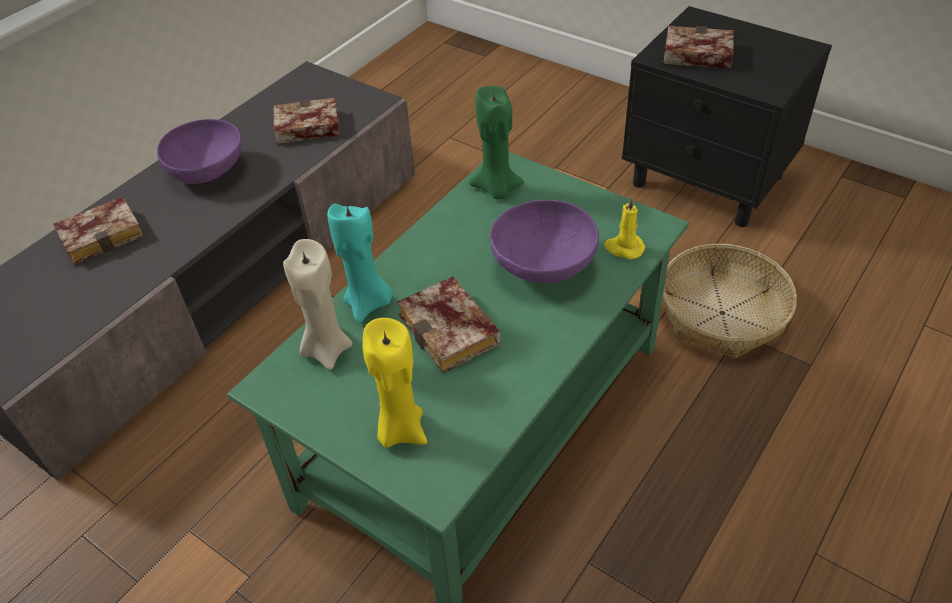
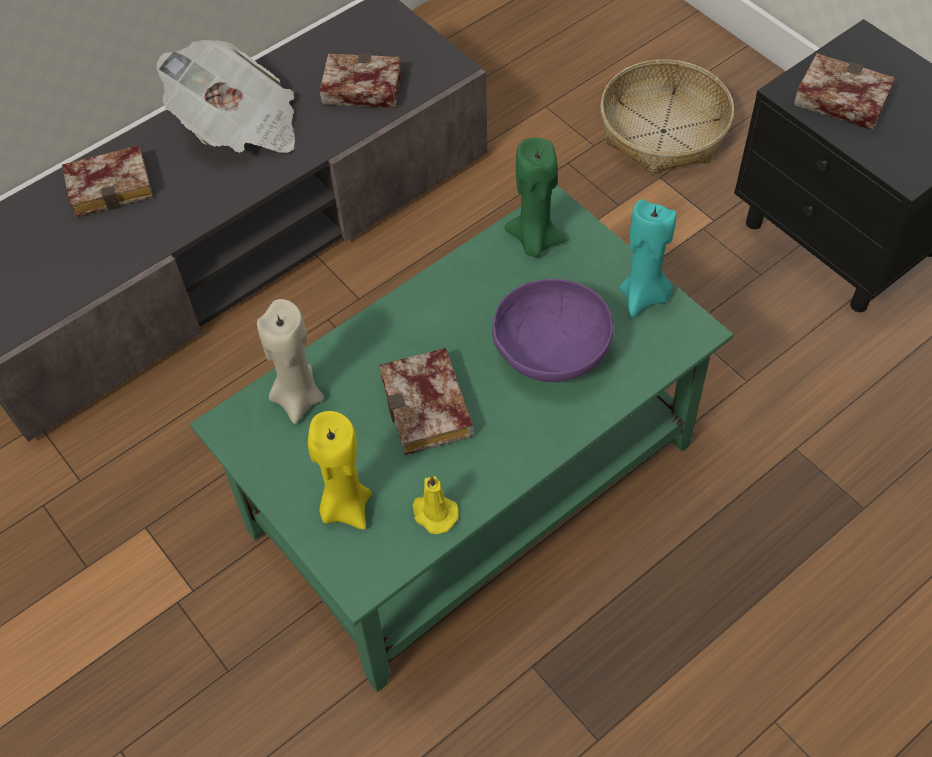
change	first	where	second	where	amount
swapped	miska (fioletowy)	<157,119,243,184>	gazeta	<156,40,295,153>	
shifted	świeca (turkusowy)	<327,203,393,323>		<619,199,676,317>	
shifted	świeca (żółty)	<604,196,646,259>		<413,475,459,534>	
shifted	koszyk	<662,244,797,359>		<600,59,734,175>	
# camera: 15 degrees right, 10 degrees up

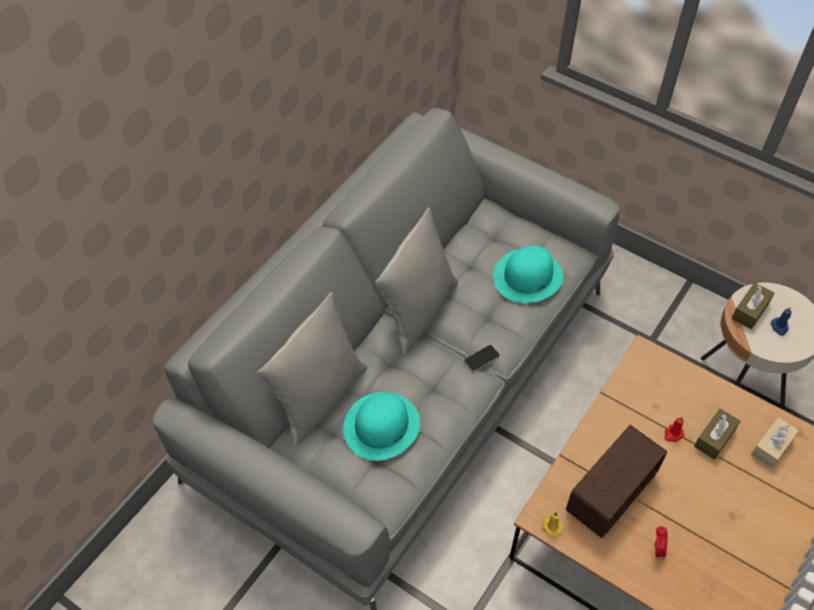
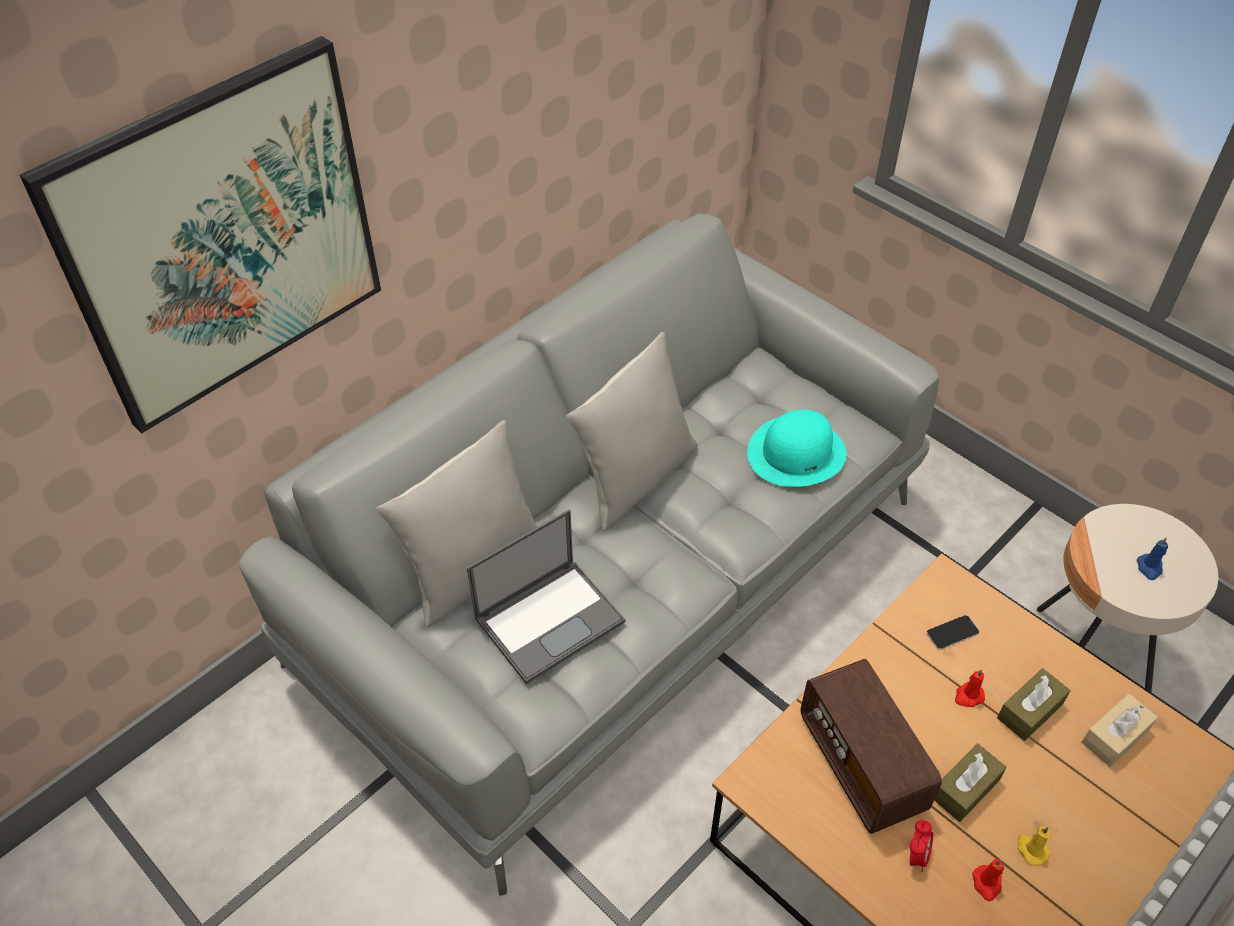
change	first	where	second	where	amount
swapped	kapelusz (turkusowy)	<343,392,420,461>	laptop	<467,509,625,684>	
shifted	telefon	<464,345,500,372>		<926,615,979,650>	
shifted	świeca (żółty)	<542,512,563,537>		<1018,826,1050,866>	
rotated	radio	<566,425,668,538>		<801,659,942,834>	105 degrees clockwise
shifted	pudełko chusteczek (brązowy)	<732,282,774,329>		<934,743,1007,822>	
new			obraz	<20,36,381,434>	
new			świeca (czerwony)	<972,858,1004,901>	
# camera: 10 degrees right, 5 degrees down

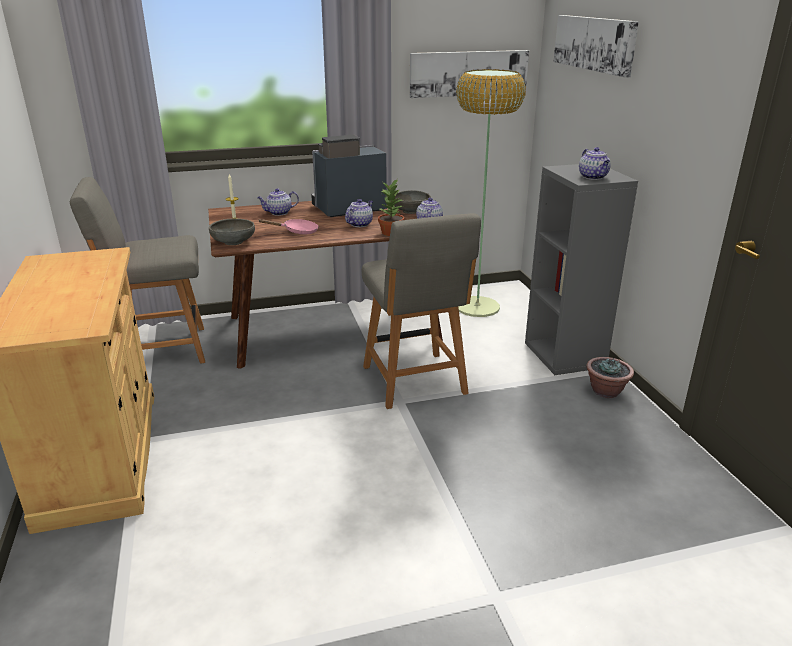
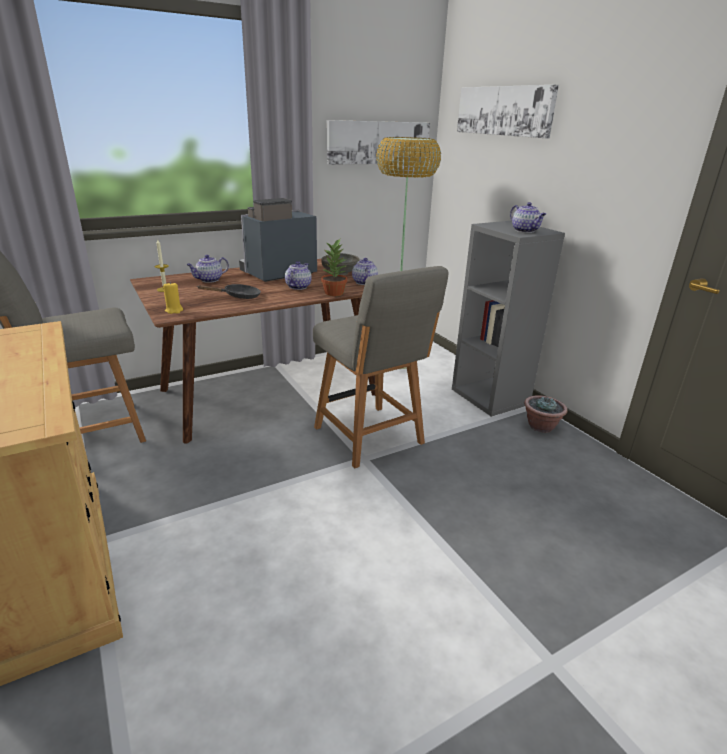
change	first	where	second	where	amount
swapped	miska (szary)	<209,218,255,245>	świeca (żółty)	<163,282,183,314>	
repainted	patelnia (różowy)	<259,219,319,234>	patelnia (czarny)	<198,284,261,299>	
# camera: 15 degrees left, 0 degrees up

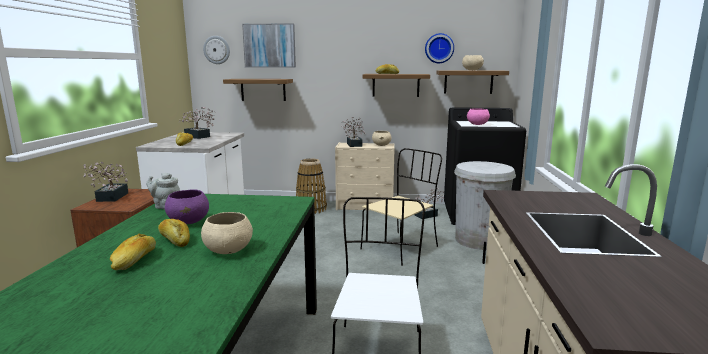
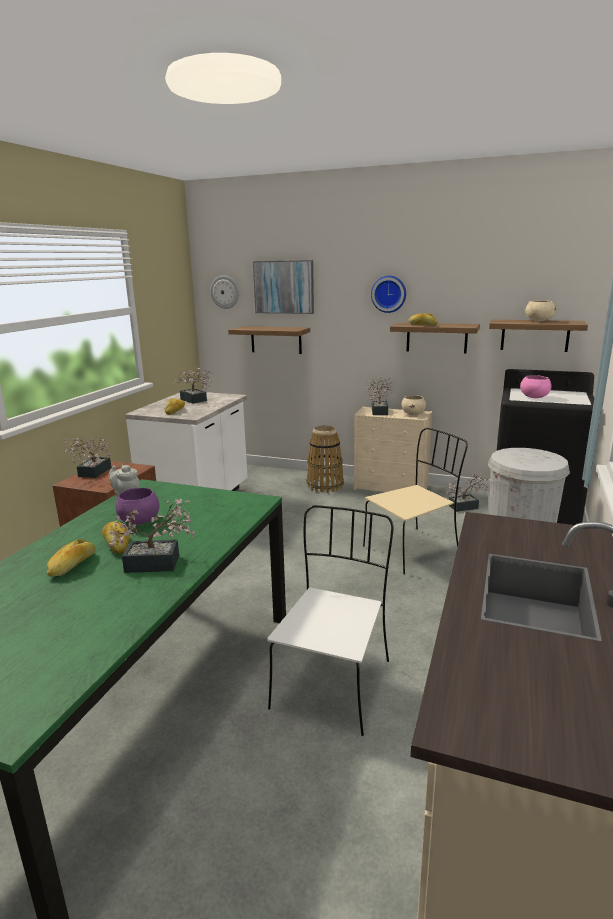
change	first	where	second	where	amount
swapped	miska (beżowy)	<201,212,253,254>	roślina doniczkowa	<109,499,195,573>	
shifted	zegar ścienny	<425,33,454,63>		<371,276,406,313>	
# camera: 15 degrees right, 5 degrees up

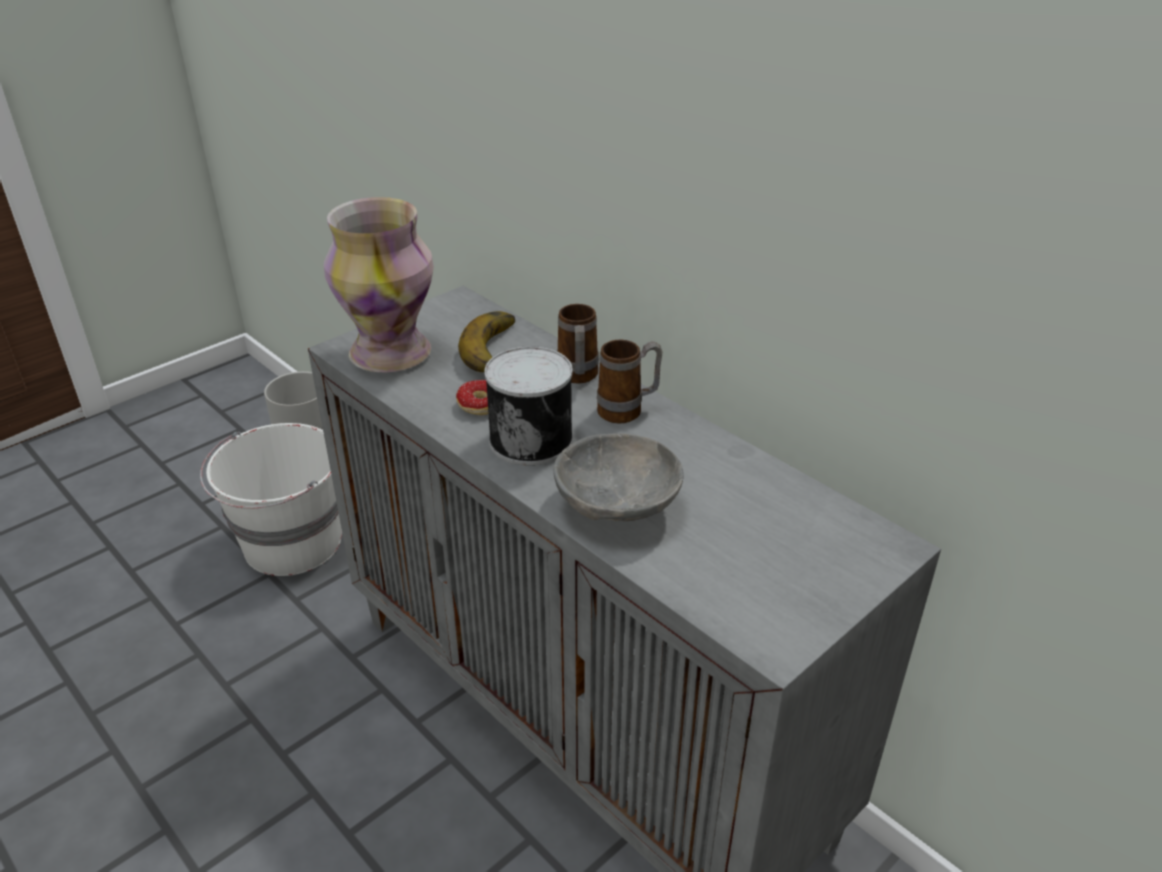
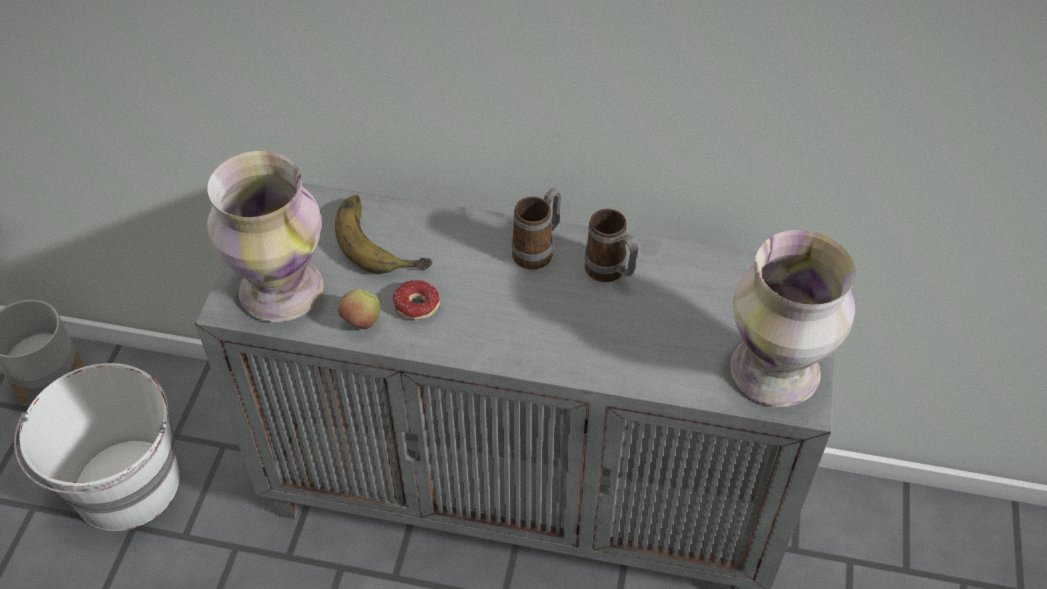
change	first	where	second	where	amount
gone	puszka	<484,346,573,466>			
gone	miska (szary)	<553,433,684,521>			
shifted	kubek	<557,304,599,383>		<585,209,638,282>	
new			jabłko	<338,289,380,329>	
new			wazon	<730,230,855,407>	
# camera: 35 degrees left, 15 degrees up

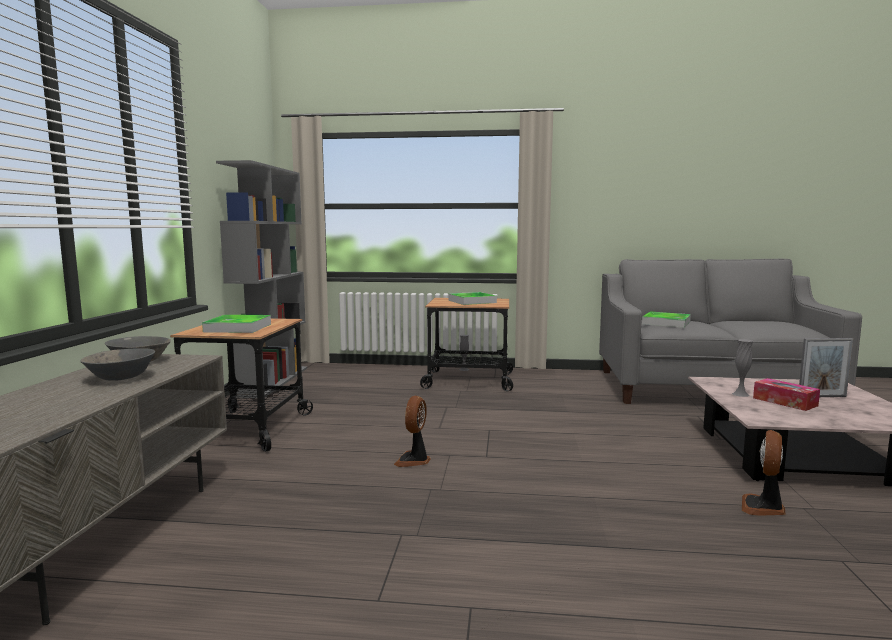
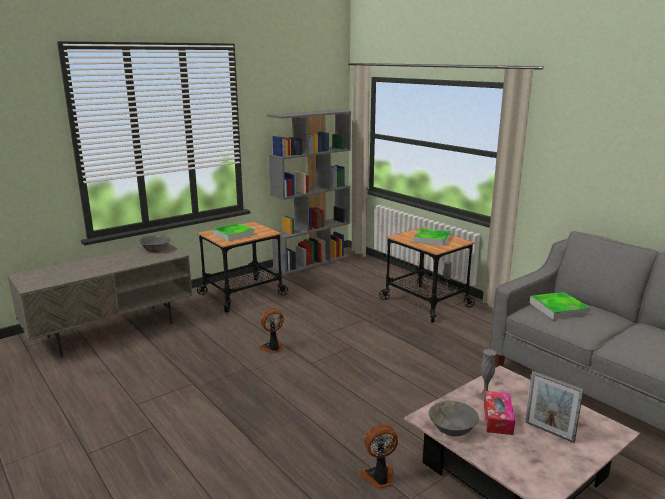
change	first	where	second	where	amount
shifted	miska (szary)	<80,348,155,381>		<428,400,479,436>	
# camera: 45 degrees right, 10 degrees up

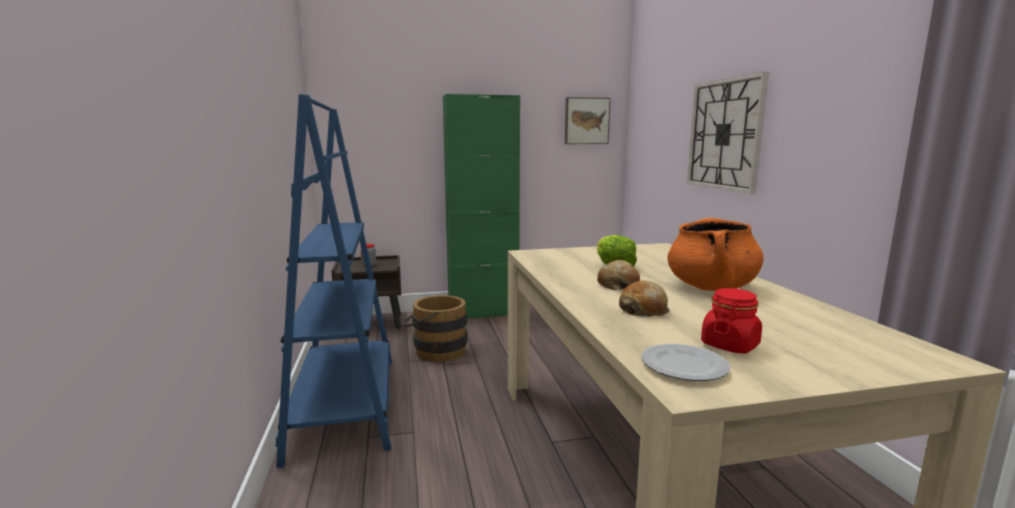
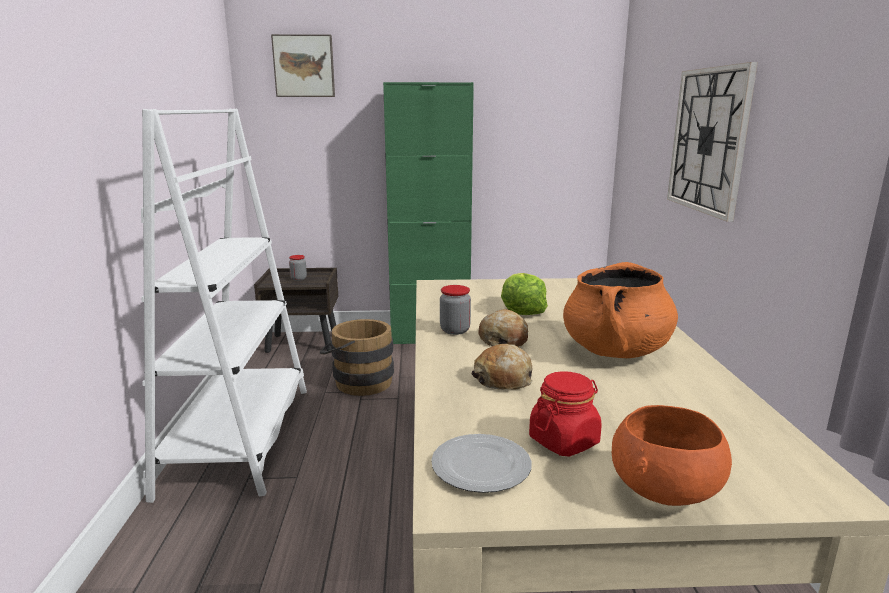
change	first	where	second	where	amount
repainted	regał (niebieski)	<276,94,392,468>	regał (biały)	<141,109,307,503>	
shifted	obraz	<565,97,611,144>		<271,34,335,97>	
new			słoik	<440,285,471,335>	
new			miska (pomarańczowy)	<612,405,732,506>	
# camera: 10 degrees right, 5 degrees up

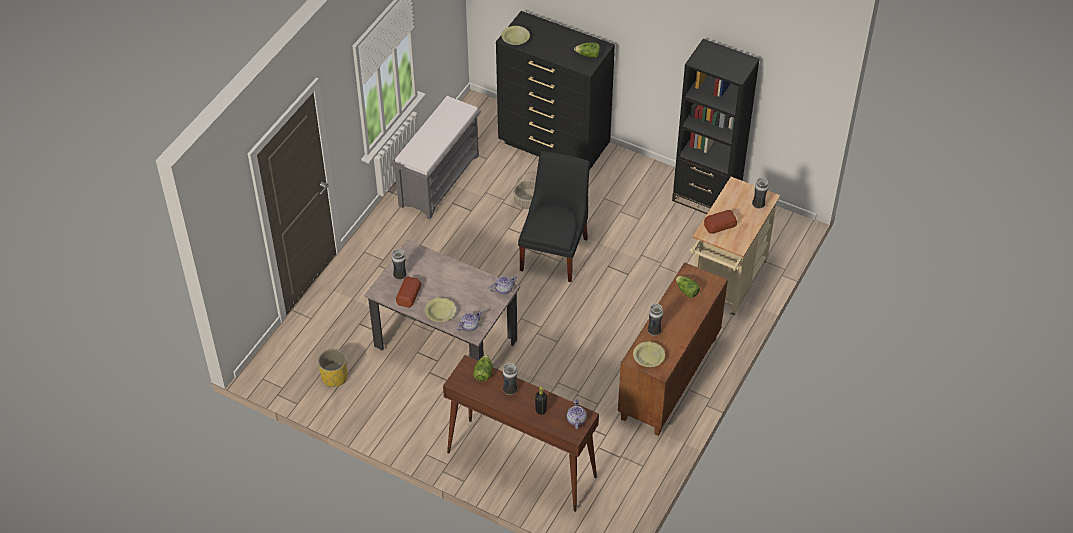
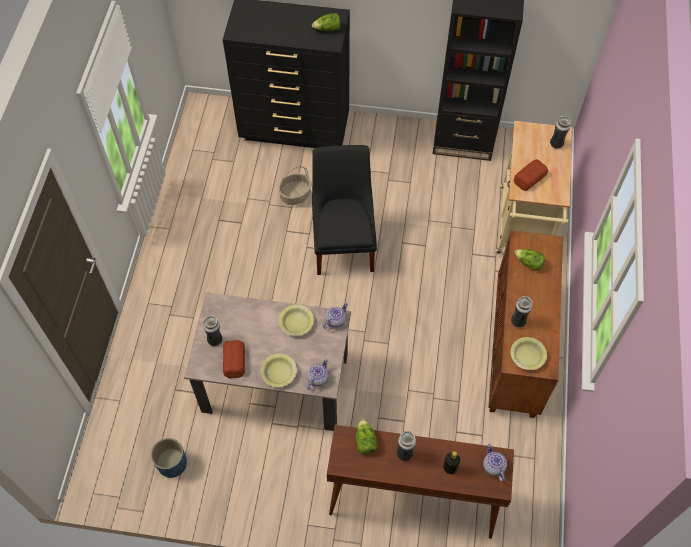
change	first	where	second	where	amount
repainted	donica (żółty)	<318,349,348,387>	donica (niebieski)	<151,438,187,478>	
gone	ławka (szary)	<392,95,481,219>			
shifted	miska (żółty)	<501,26,530,45>		<279,305,314,336>	
# camera: 20 degrees left, 10 degrees up

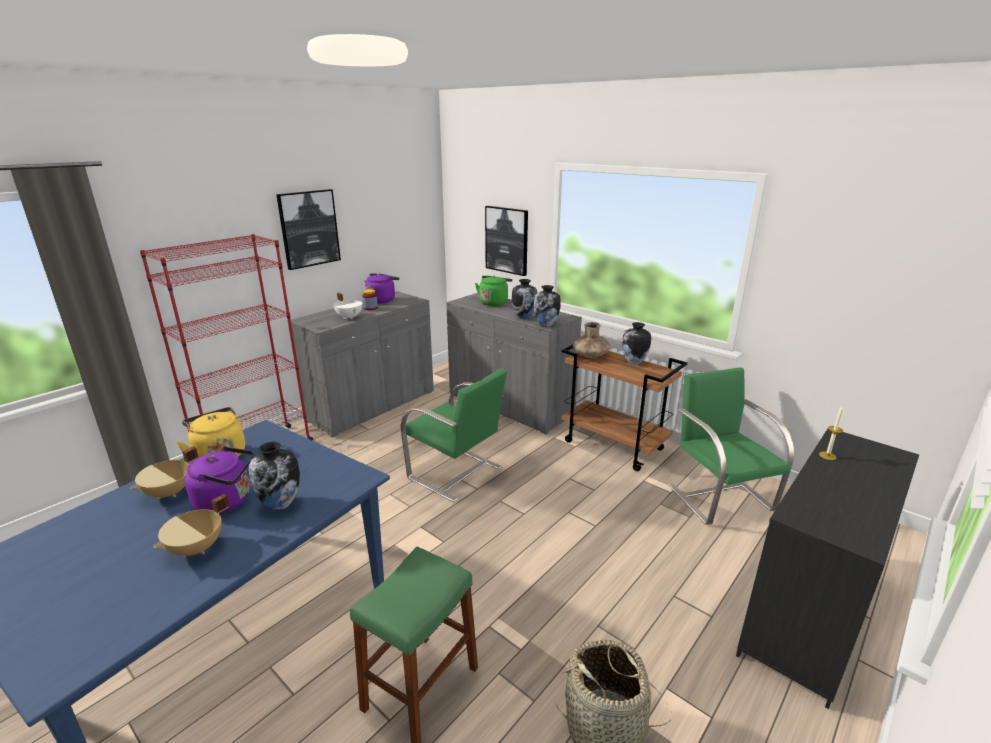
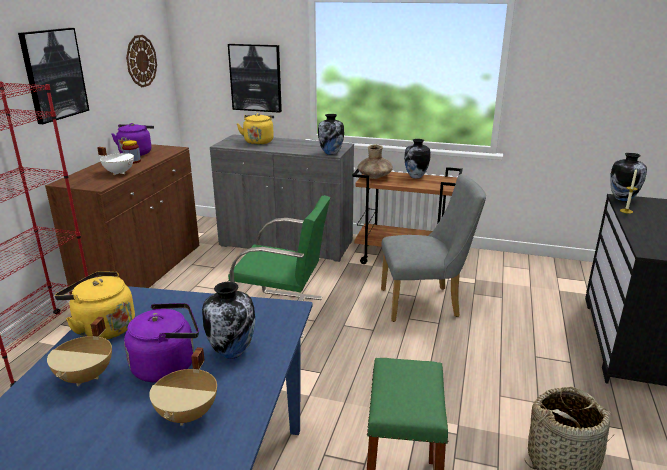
change	first	where	second	where	amount
repainted	szafka (szary)	<288,291,434,437>	szafka (brązowy)	<45,144,200,294>	
repainted	czajnik (zielony)	<475,276,512,306>	czajnik (żółty)	<237,113,274,145>	
shifted	wazon	<512,279,537,319>		<610,153,647,201>	
gone	krzesło (zielony)	<668,367,794,525>			
new			zegar ścienny	<126,35,157,87>	
new			krzesło (szary)	<381,174,486,322>	
# camera: 25 degrees left, 0 degrees up

